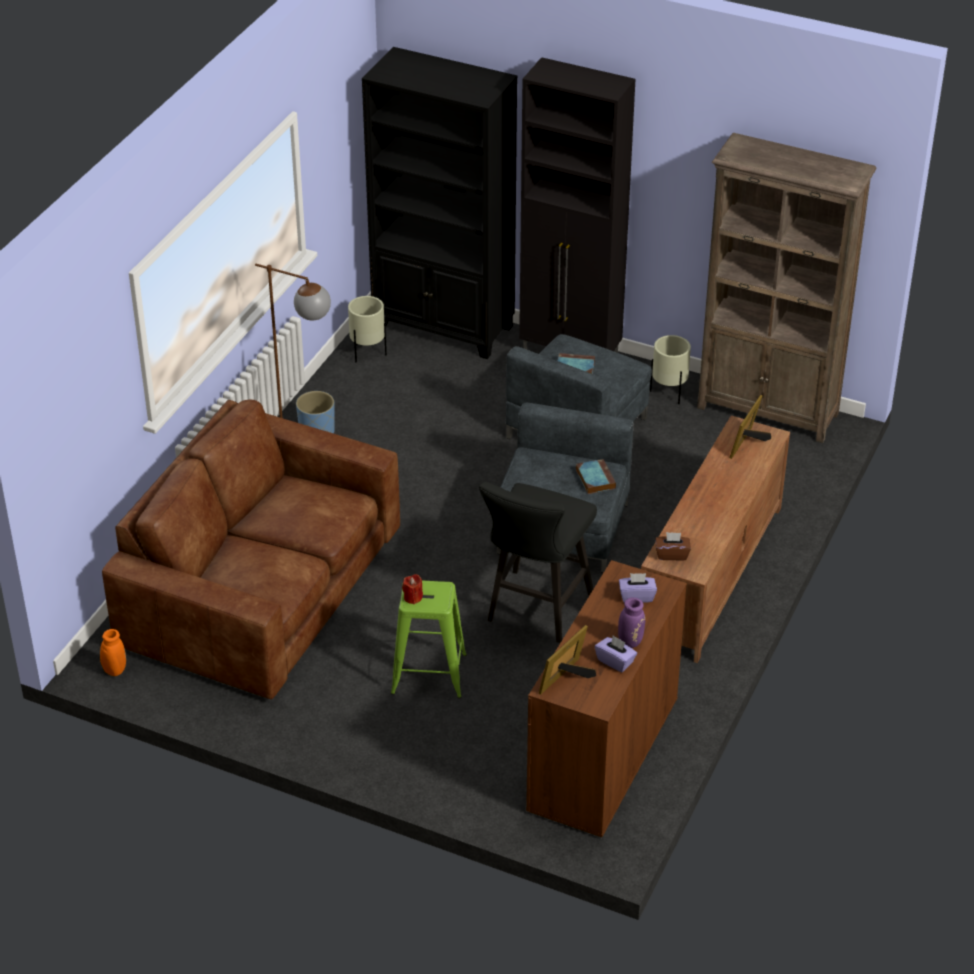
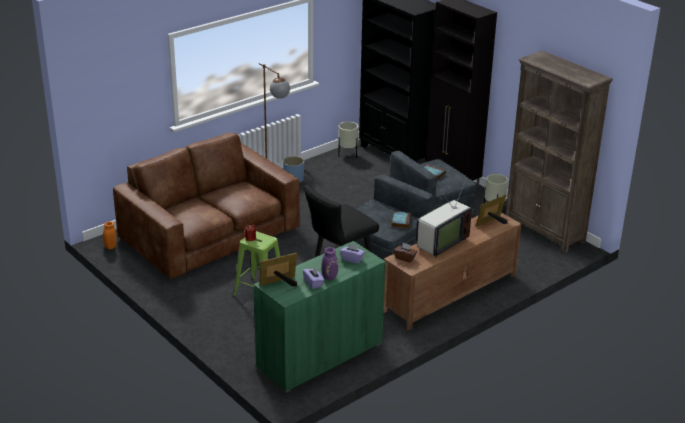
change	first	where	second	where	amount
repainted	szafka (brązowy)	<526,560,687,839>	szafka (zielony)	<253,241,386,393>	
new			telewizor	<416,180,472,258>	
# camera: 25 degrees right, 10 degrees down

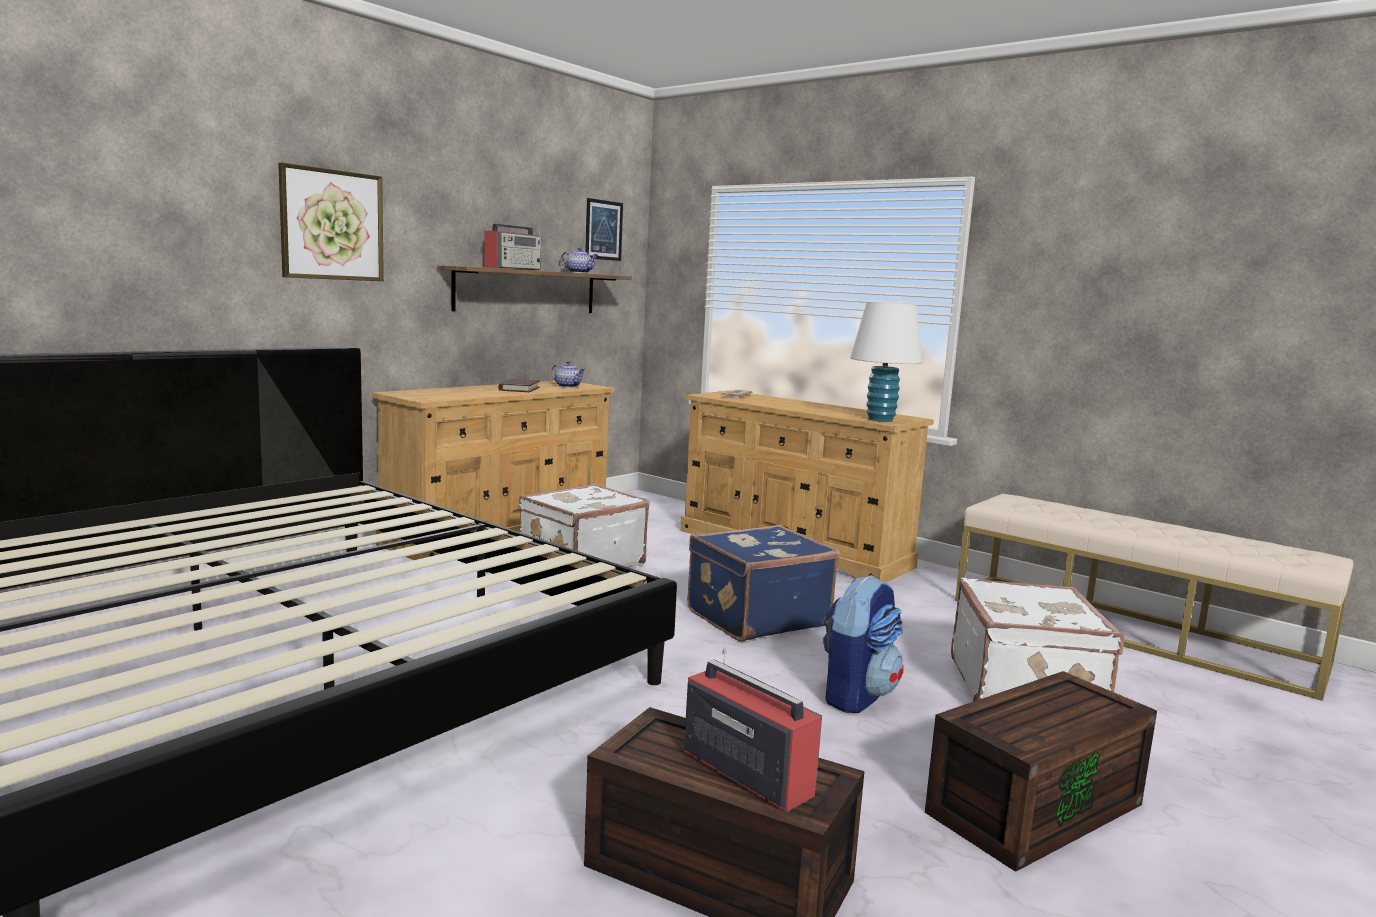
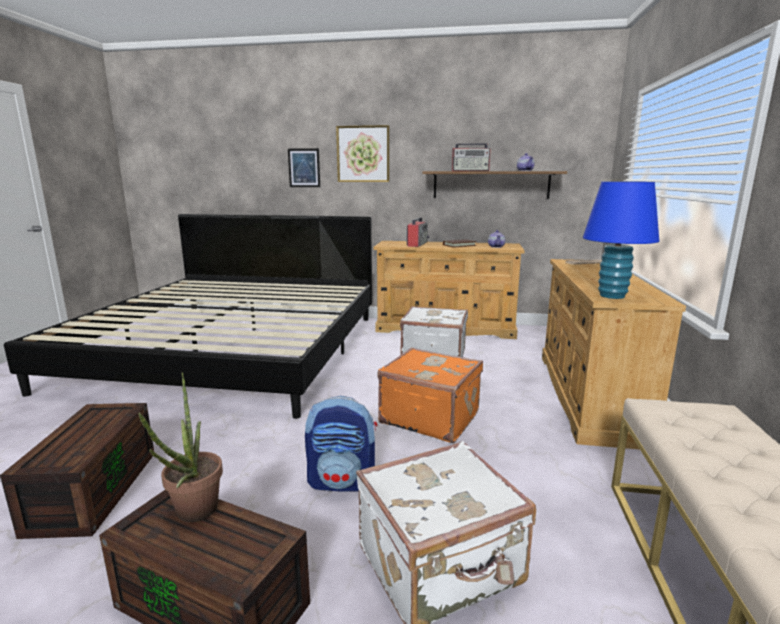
change	first	where	second	where	amount
shifted	obraz	<585,198,623,261>		<288,148,320,187>	
shifted	radio	<684,647,822,812>		<407,217,429,247>	
repainted	walizka (niebieski)	<687,525,840,642>	walizka (pomarańczowy)	<377,347,483,443>	
repainted	lampa stołowa (biały)	<850,302,923,422>	lampa stołowa (niebieski)	<583,182,659,299>	
new			roślina doniczkowa	<139,372,223,522>	
# camera: 60 degrees right, 5 degrees up

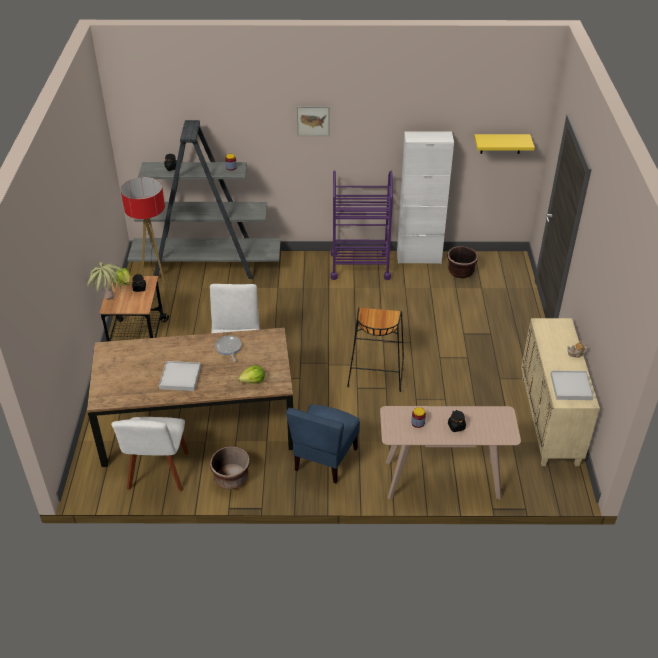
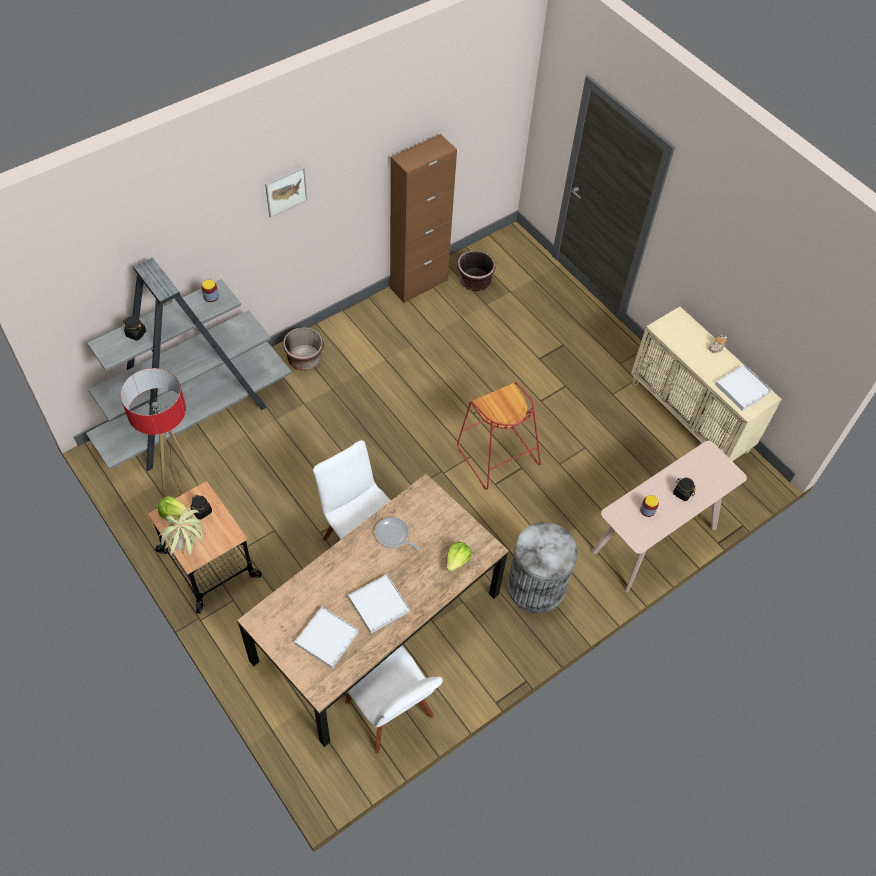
change	first	where	second	where	amount
shifted	donica (brązowy)	<210,446,250,490>		<283,327,324,371>	
swapped	krzesło (niebieski)	<286,404,360,483>	kosz na śmieci (szary)	<507,522,577,614>	
gone	wózek (fioletowy)	<331,170,393,280>			
repainted	stołek (czarny)	<347,307,404,392>	stołek (czerwony)	<457,382,541,490>	
repainted	szafka (biały)	<397,132,454,264>	szafka (brązowy)	<390,134,457,303>	
gone	półka (żółty)	<474,134,535,154>			
new			taca (biały)	<295,607,359,669>	
# camera: 40 degrees left, 15 degrees up

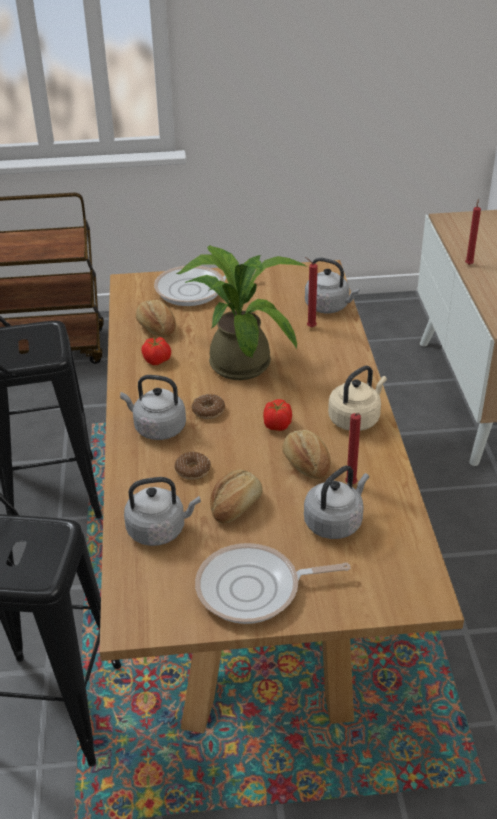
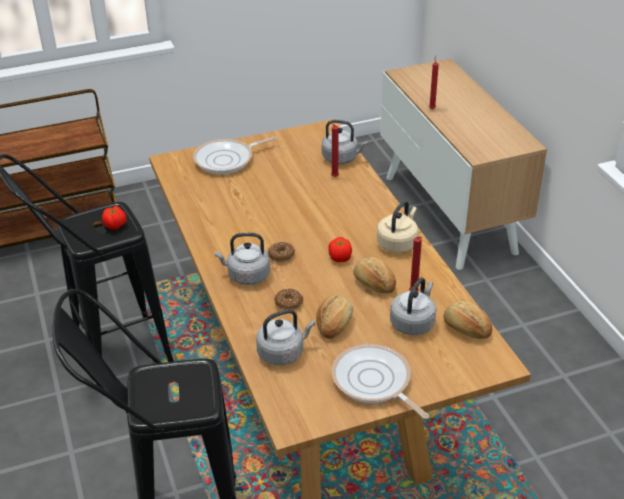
change	first	where	second	where	amount
shifted	chleb	<136,300,176,337>		<443,301,492,339>	
shifted	pomidor	<141,337,171,365>		<102,206,126,230>	
gone	roślina doniczkowa	<176,245,307,380>			
rotated	patelnia	<195,543,351,624>		<332,344,429,419>	75 degrees clockwise
# camera: 15 degrees left, 0 degrees up

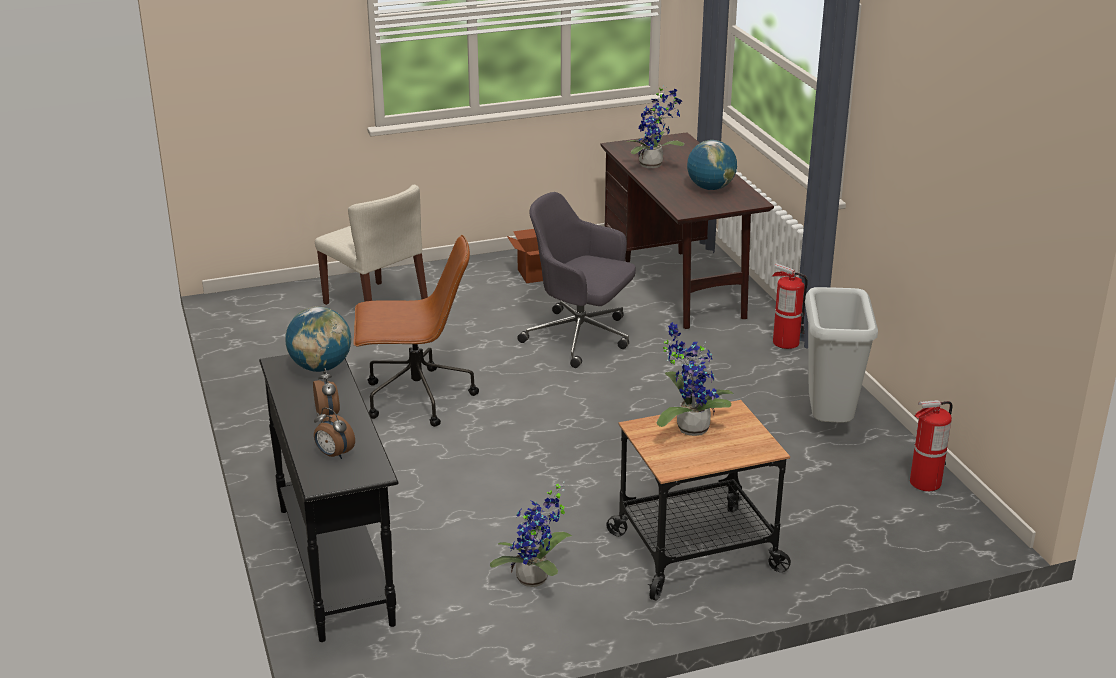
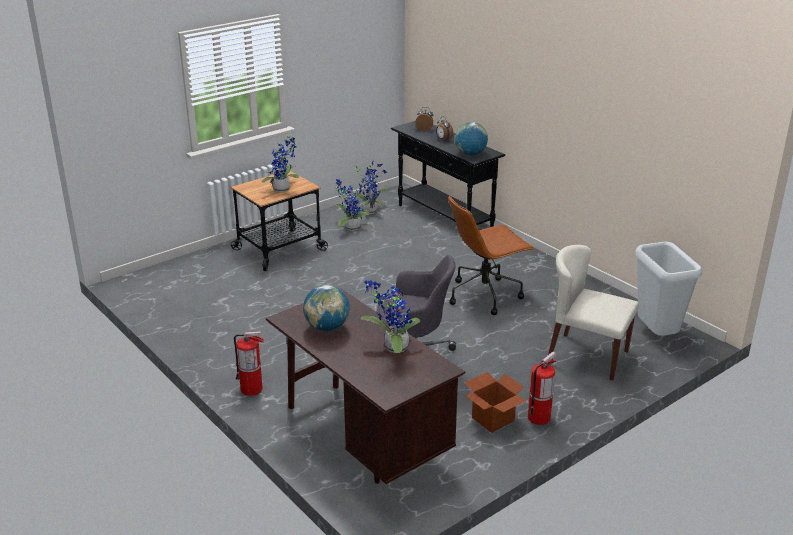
change	first	where	second	where	amount
shifted	kosz na śmieci (szary)	<805,287,878,423>		<635,242,702,336>	
shifted	gaśnica	<910,400,953,491>		<528,351,556,425>	
new			roślina doniczkowa	<350,160,388,214>	
# camera: 160 degrees right, 0 degrees up

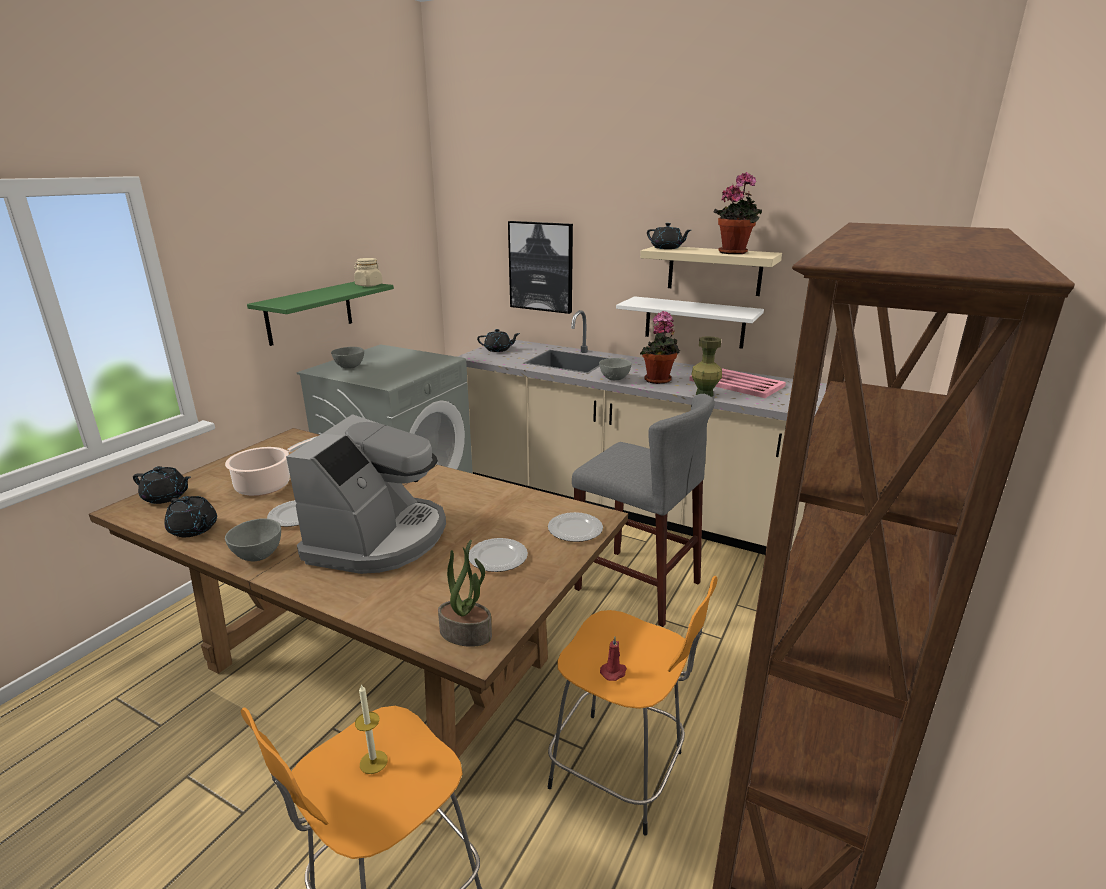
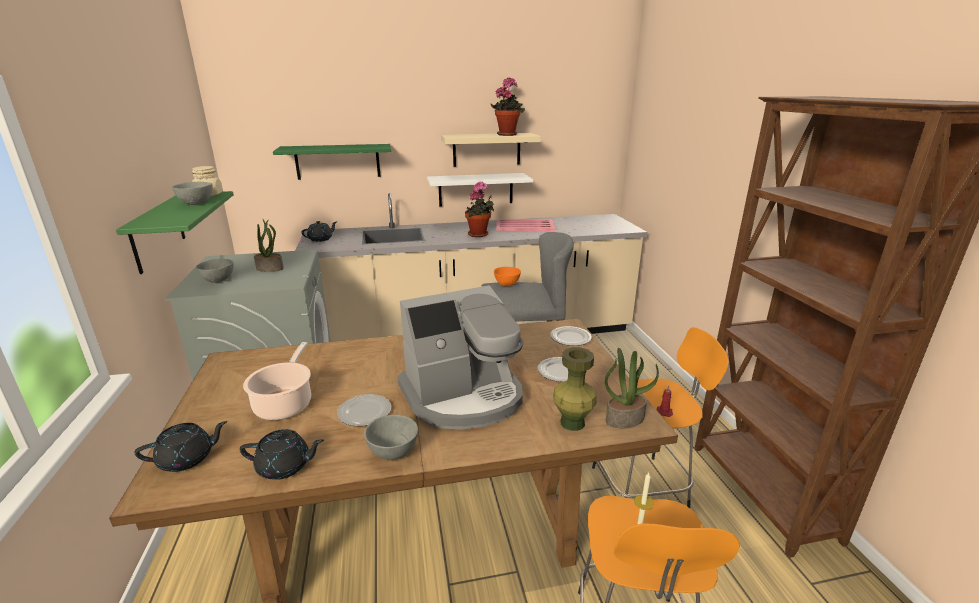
change	first	where	second	where	amount
rotated	ekspres do kawy	<286,414,446,574>		<397,285,523,430>	90 degrees clockwise
swapped	obraz	<508,221,573,314>	półka (zielony)	<273,144,391,180>	
shifted	miska (szary)	<599,358,632,380>		<172,182,212,205>	
gone	imbryk (czarny)	<647,223,691,249>			
shifted	wazon (zielony)	<691,336,722,397>		<553,347,597,431>	
new			roślina doniczkowa	<254,219,284,272>	
new			miska (pomarańczowy)	<494,267,521,286>	
# camera: 40 degrees left, 0 degrees up

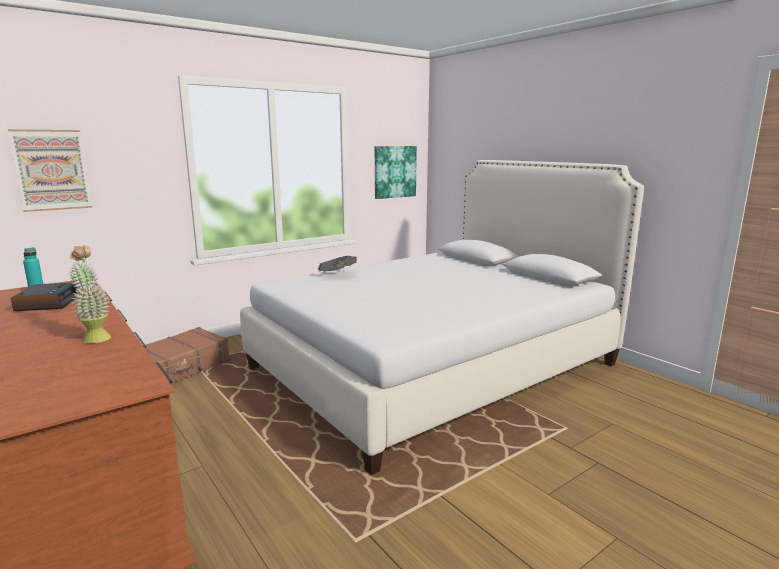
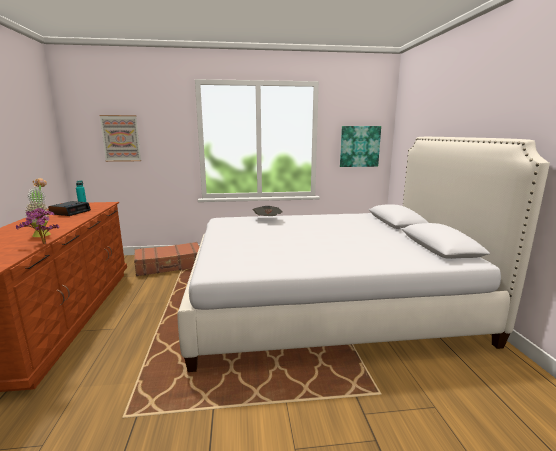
change	first	where	second	where	amount
new			roślina doniczkowa	<16,208,59,244>	
# camera: 30 degrees right, 0 degrees up

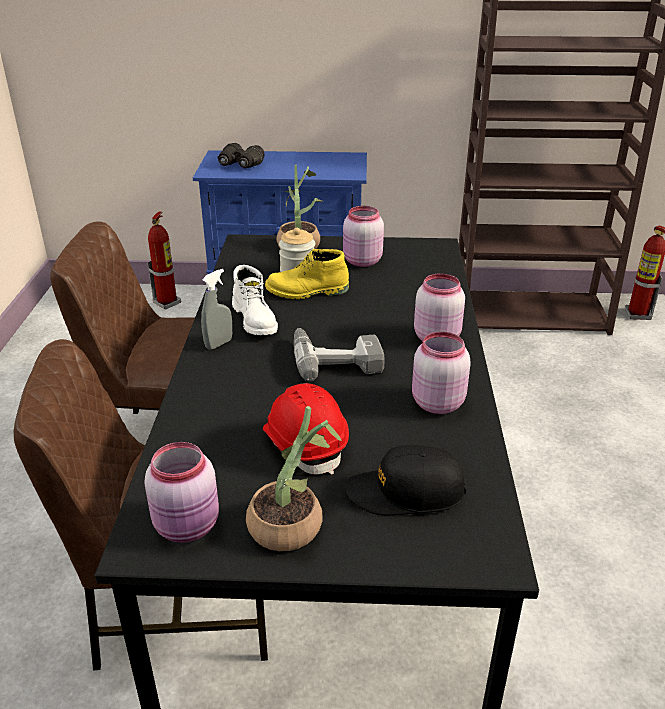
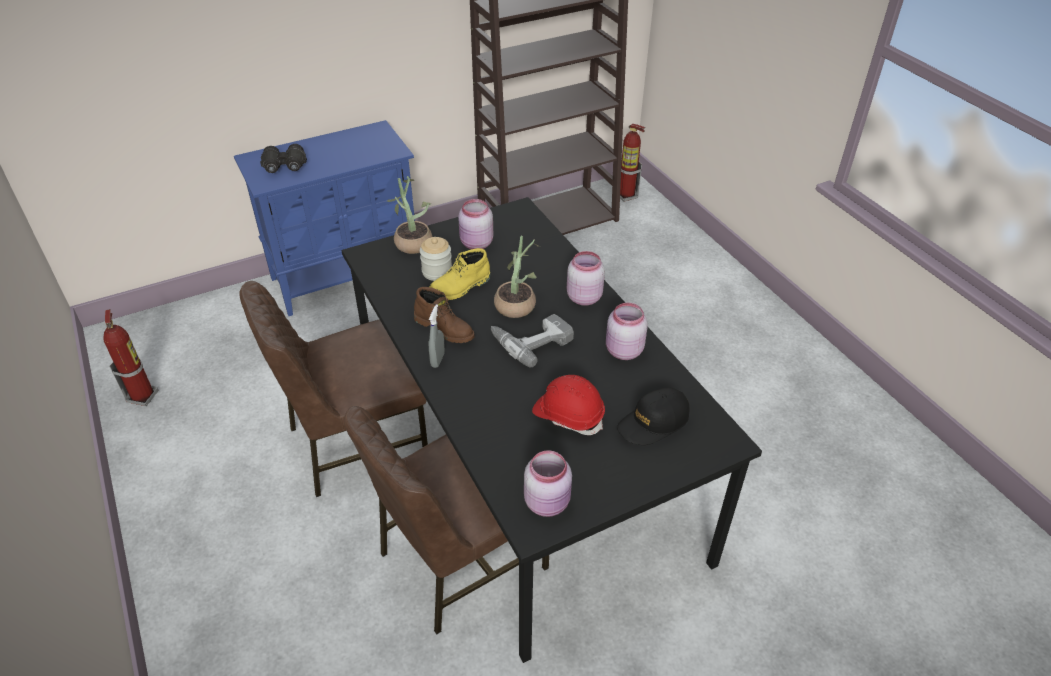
change	first	where	second	where	amount
shifted	gaśnica	<147,211,181,310>		<103,309,159,406>	
repainted	but z cholewką (biały)	<232,265,278,335>	but z cholewką (brązowy)	<414,287,475,343>	
shifted	roślina doniczkowa	<246,406,342,551>		<494,236,542,318>	
# camera: 30 degrees left, 10 degrees up

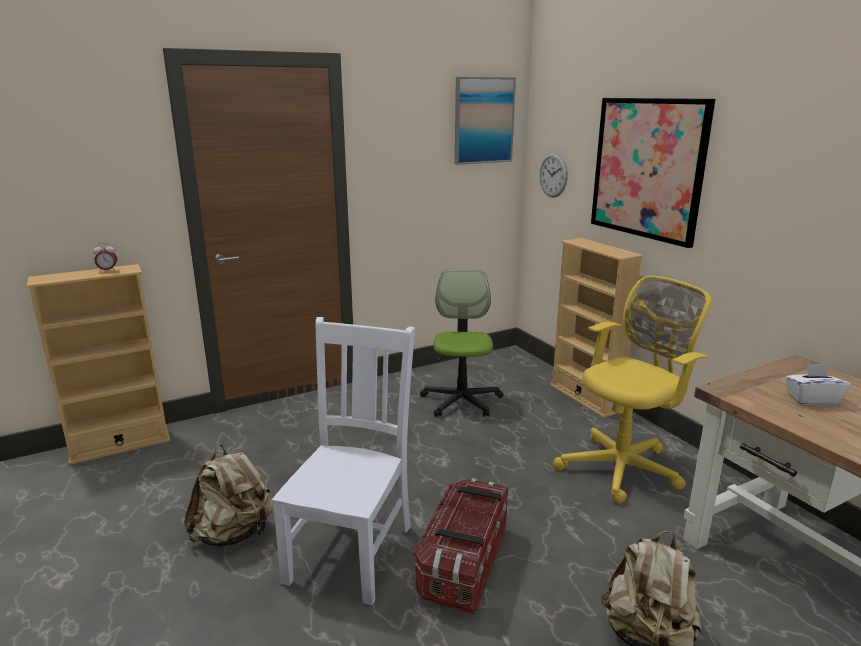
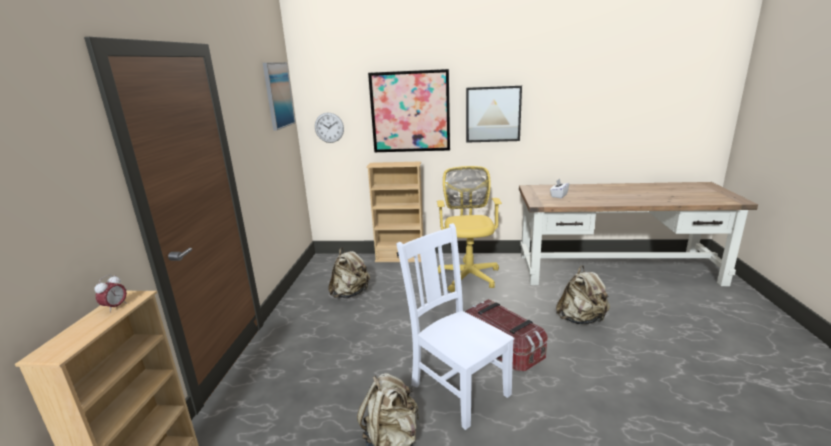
change	first	where	second	where	amount
swapped	krzesło biurowe	<420,269,504,417>	plecak (beżowy)	<328,248,370,298>	
new			obraz	<466,85,522,143>	
# camera: 55 degrees left, 0 degrees up

